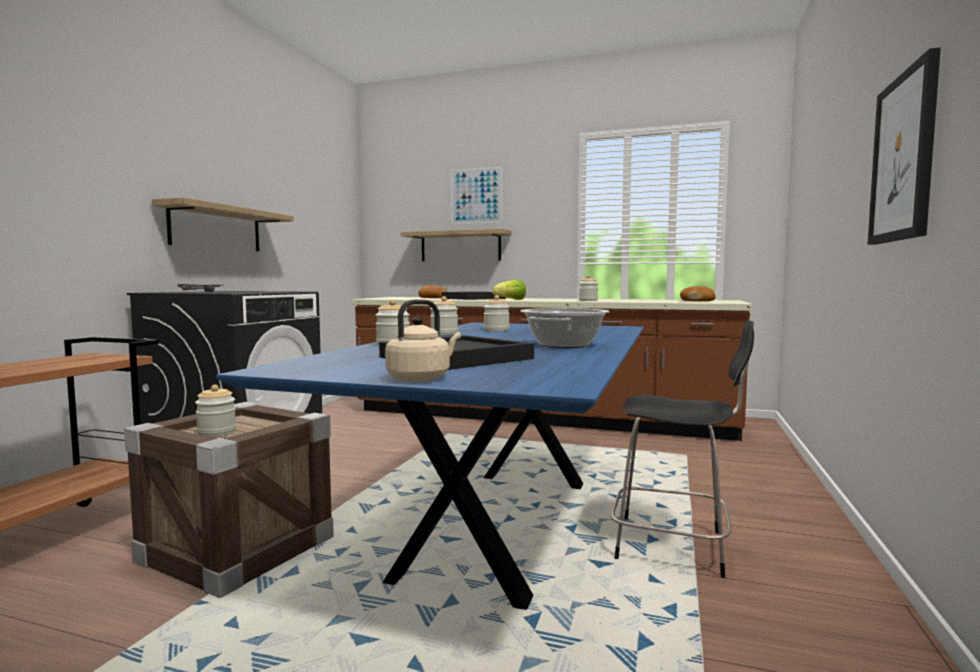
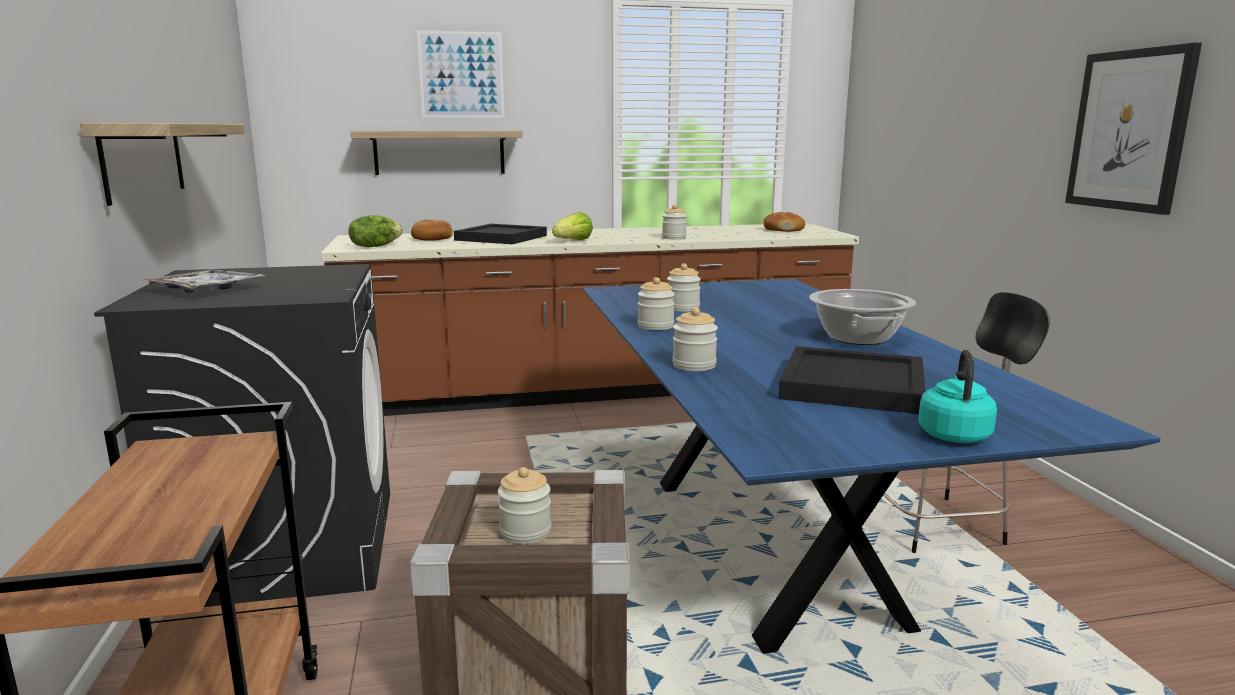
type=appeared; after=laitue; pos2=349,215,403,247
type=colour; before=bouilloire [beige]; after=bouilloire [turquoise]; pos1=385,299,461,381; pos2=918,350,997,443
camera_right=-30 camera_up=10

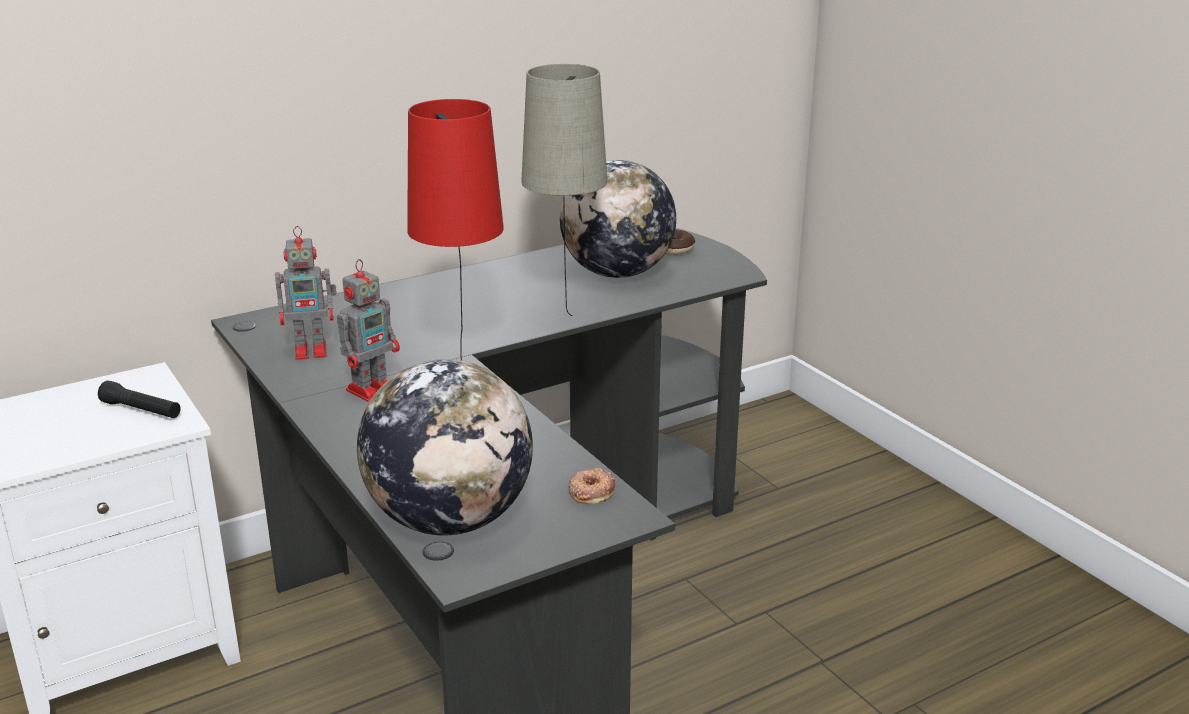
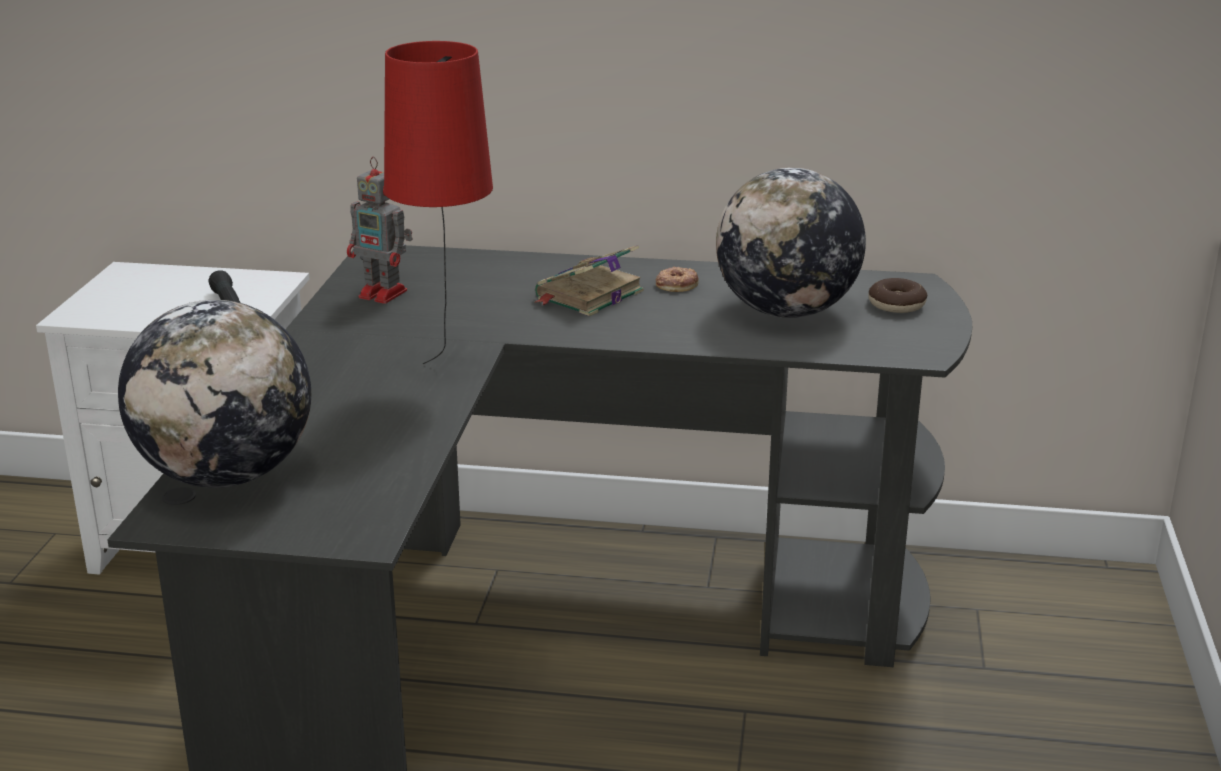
type=missing; before=robot jouet; pos1=337,259,400,402
type=missing; before=lampe de table [beige]; pos1=521,64,607,316
type=appeared; after=livre; pos2=534,245,644,316
type=relocated; before=beignet; pos1=568,468,615,504; pos2=655,266,699,292
camera_right=40 camera_up=0

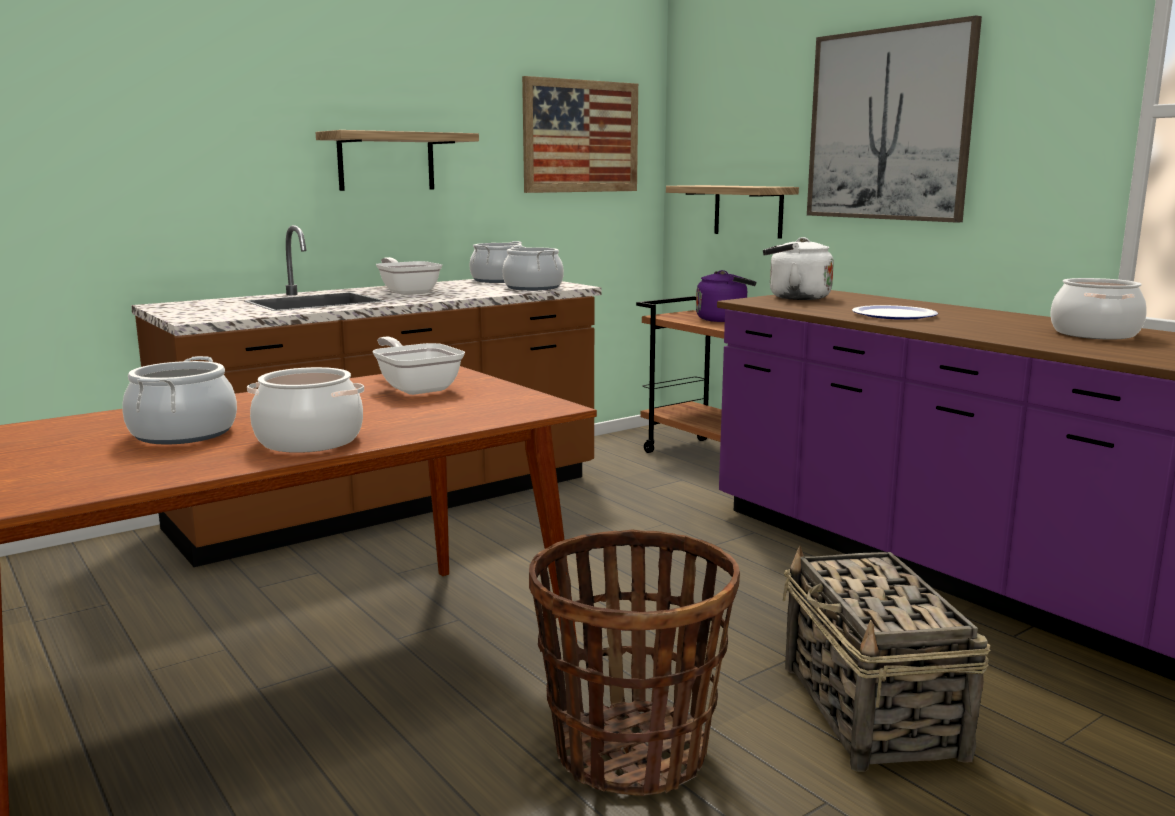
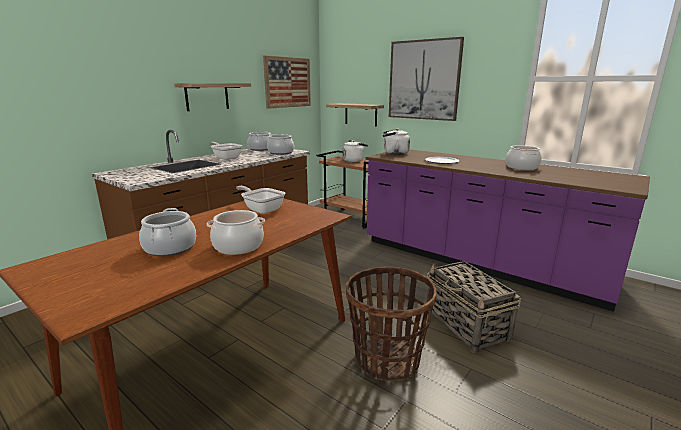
type=colour; before=bouilloire [violet]; after=bouilloire [blanc]; pos1=696,270,756,322; pos2=343,140,368,162
camera_right=-15 camera_up=5

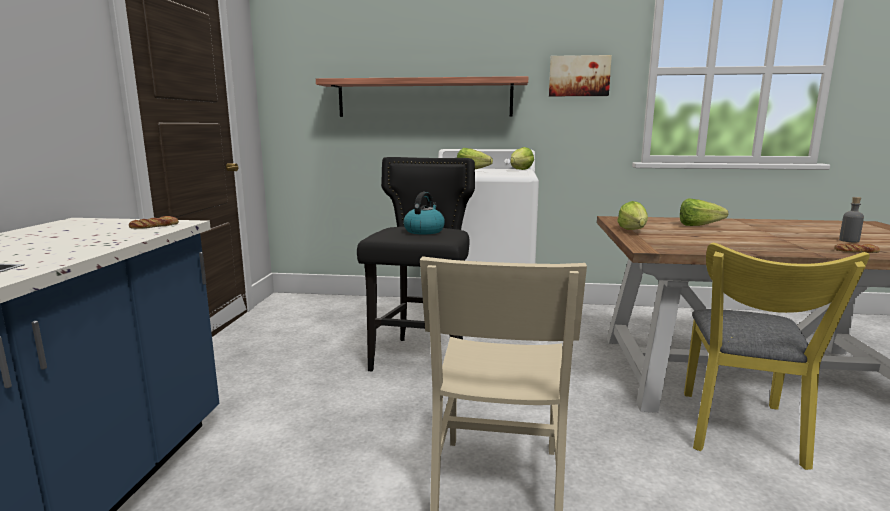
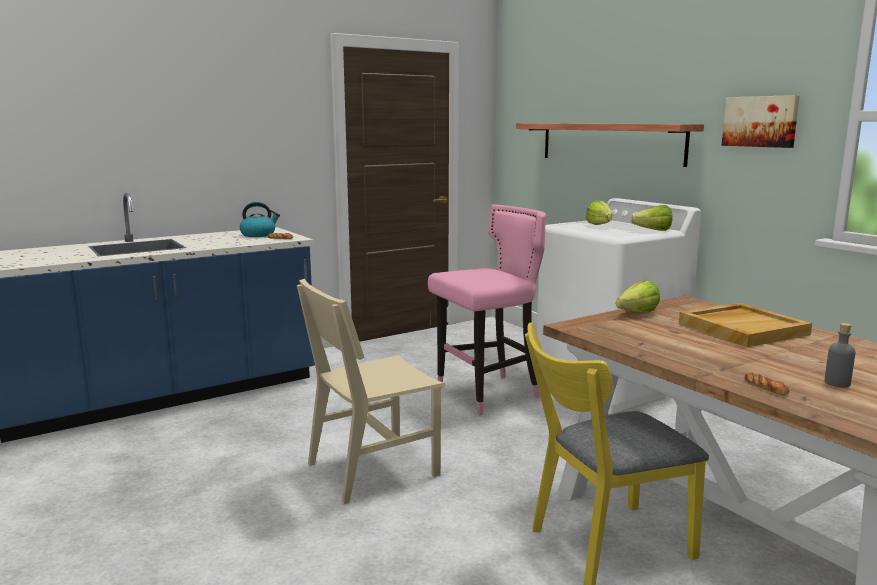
type=relocated; before=bouilloire; pos1=403,192,445,234; pos2=240,202,280,237
type=exchanged; before=laitue; after=plateau [beige]; pos1=680,199,728,226; pos2=679,303,812,347
type=colour; before=tabouret [noir]; after=tabouret [rose]; pos1=357,157,475,371; pos2=428,205,546,415
camera_right=50 camera_up=0

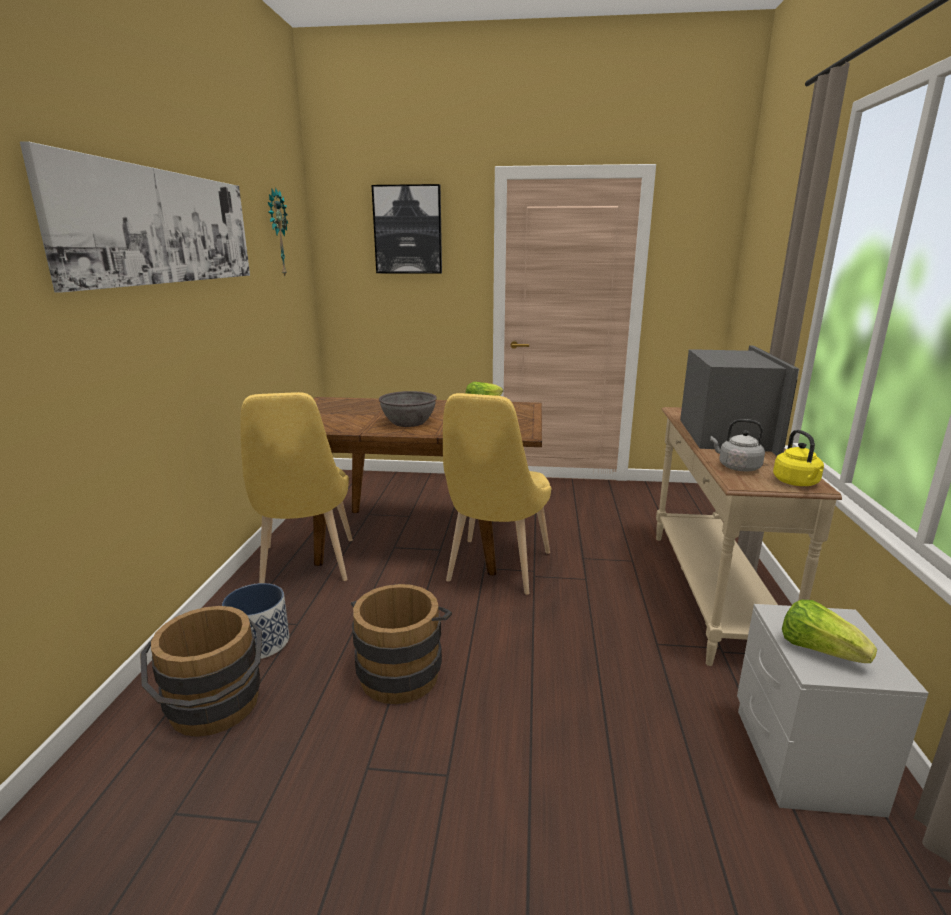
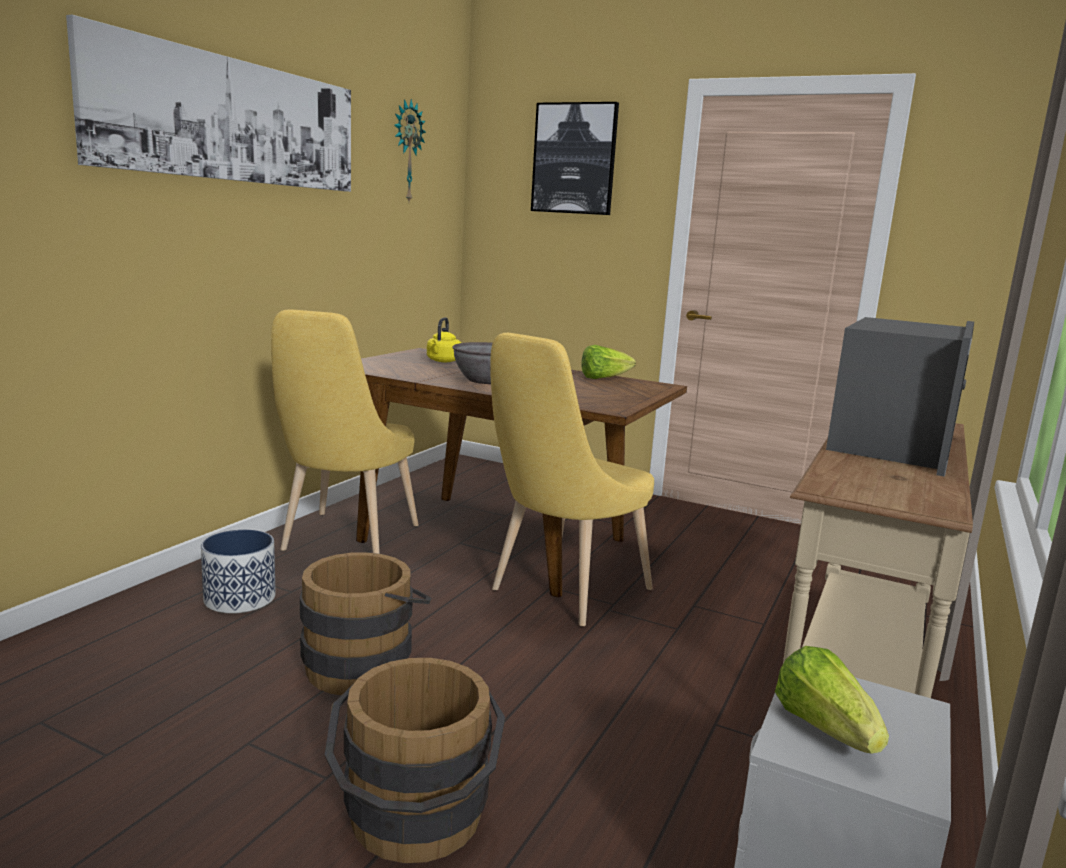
type=missing; before=bouilloire [gris]; pos1=710,419,765,471
type=relocated; before=seau [marron]; pos1=140,606,262,737; pos2=325,658,505,863
type=relocated; before=bouilloire [jaune]; pos1=773,430,824,486; pos2=427,317,461,362
camera_right=20 camera_up=-5

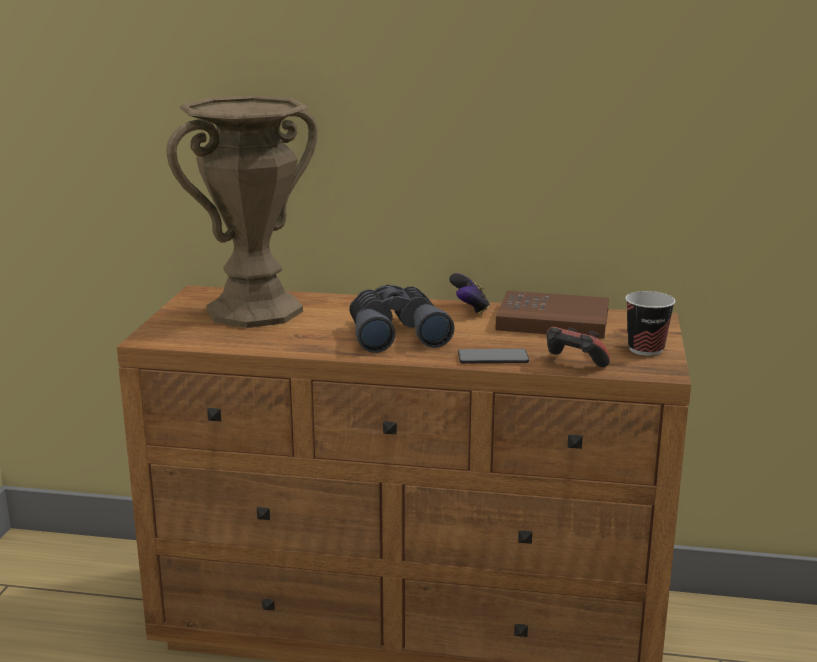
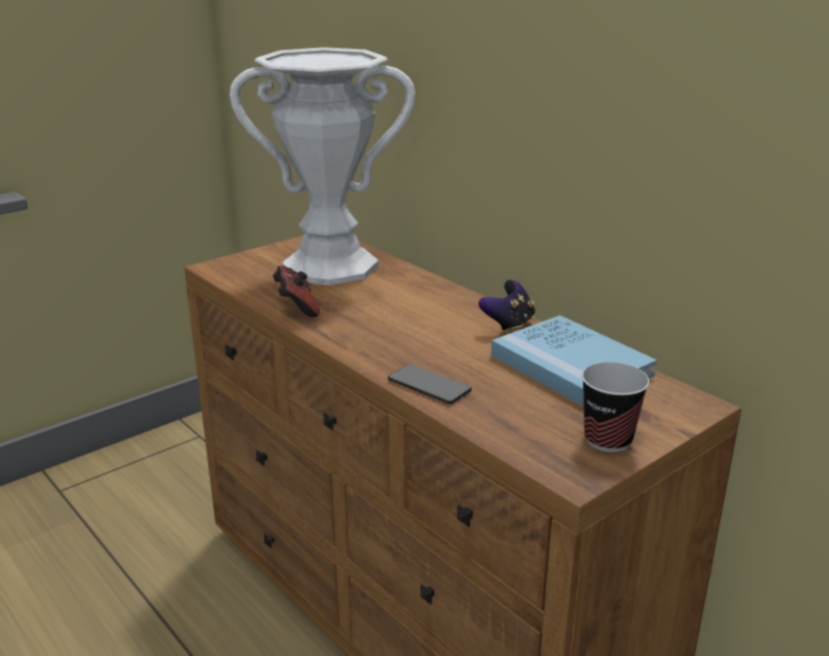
type=missing; before=jumelles [gris]; pos1=349,285,455,353
type=relocated; before=manette; pos1=547,327,610,367; pos2=273,266,320,317
type=colour; before=vase [marron]; after=vase [blanc]; pos1=166,96,318,328; pos2=230,47,415,286
type=colour; before=livre [marron]; after=livre [bleu]; pos1=495,291,609,339; pos2=491,315,657,407
camera_right=40 camera_up=5

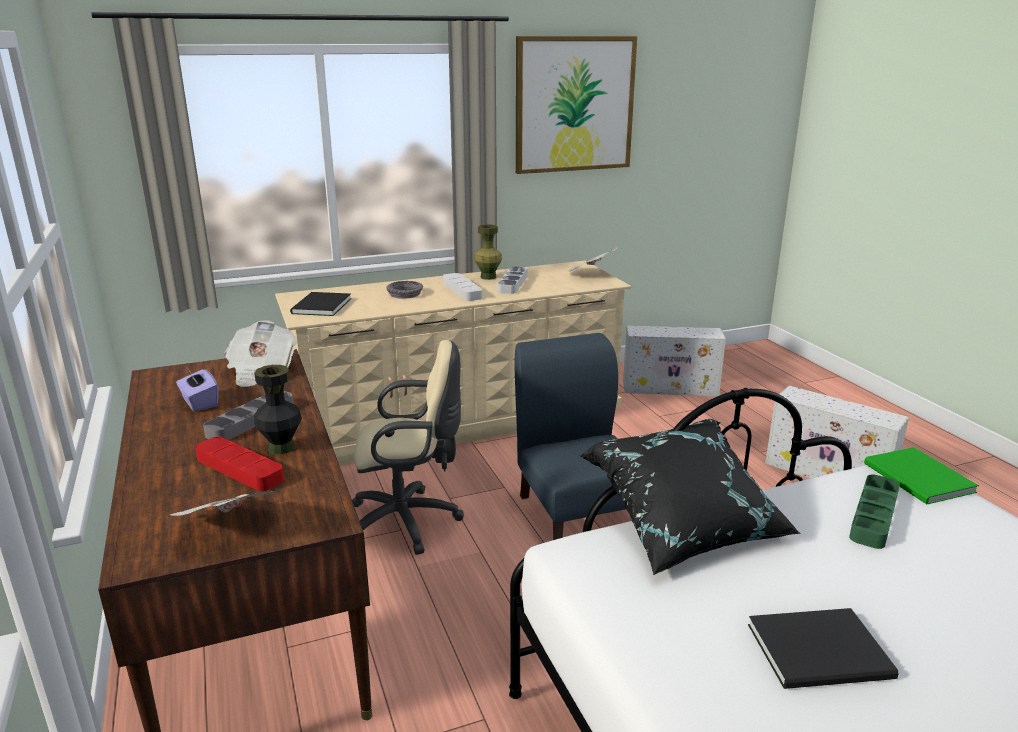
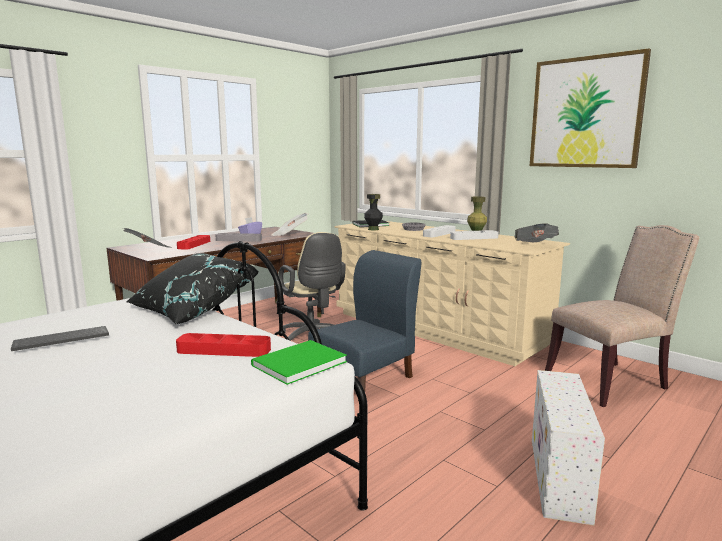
type=relocated; before=vase [noir]; pos1=254,365,302,454; pos2=364,194,383,230
type=exchanged; before=boîte de rangement [blanc]; after=chaise [beige]; pos1=623,326,726,396; pos2=545,225,699,407
type=exchanged; before=livre [noir]; after=clavier; pos1=748,608,899,689; pos2=11,326,109,351
type=colour; before=plateau [vert]; after=plateau [rouge]; pos1=849,474,900,549; pos2=176,333,271,357
camera_right=65 camera_up=-10

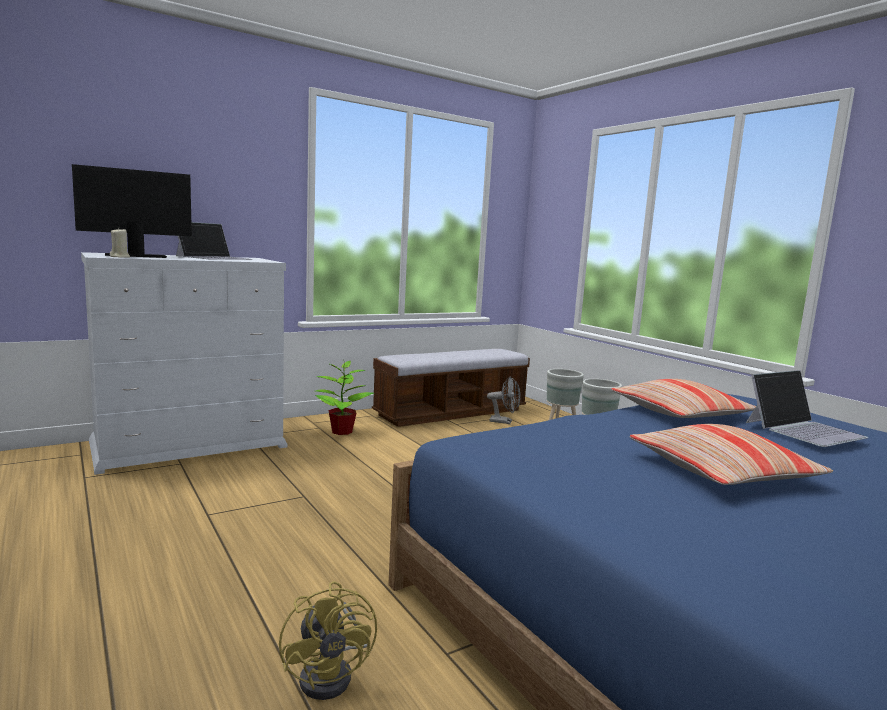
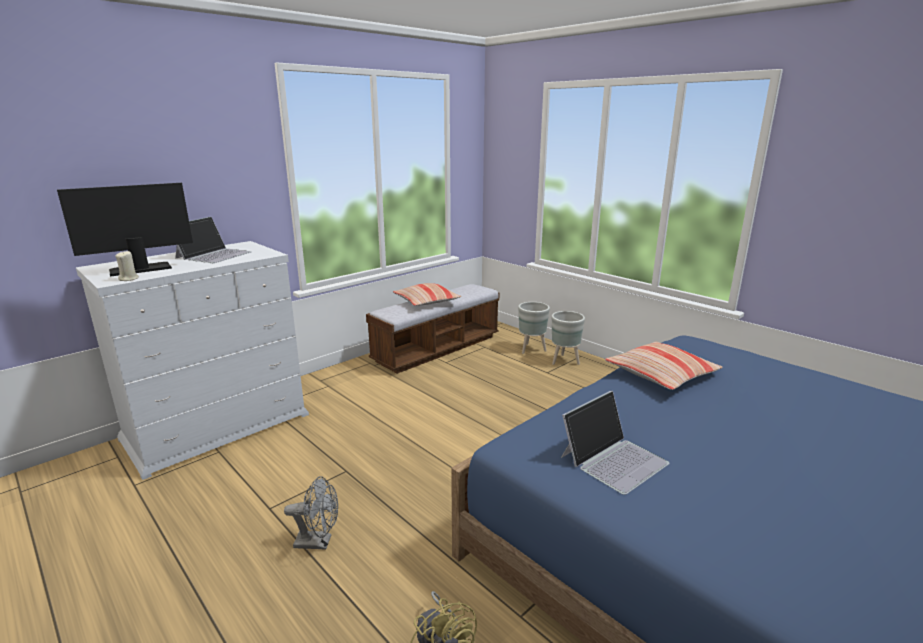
type=missing; before=plante en pot; pos1=315,359,374,435
type=relocated; before=ventilateur [gris]; pos1=487,377,521,424; pos2=284,476,338,550
type=relocated; before=coussin; pos1=630,424,833,485; pos2=393,283,461,306
type=relocated; before=ordinateur portable; pos1=746,370,868,447; pos2=561,391,670,495
camera_right=-10 camera_up=10

